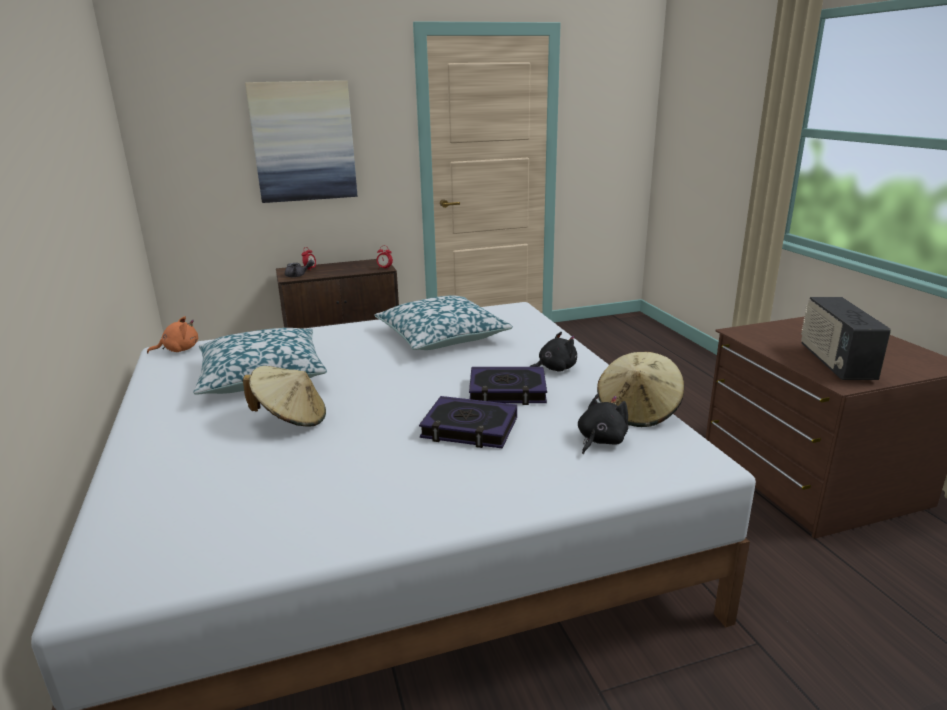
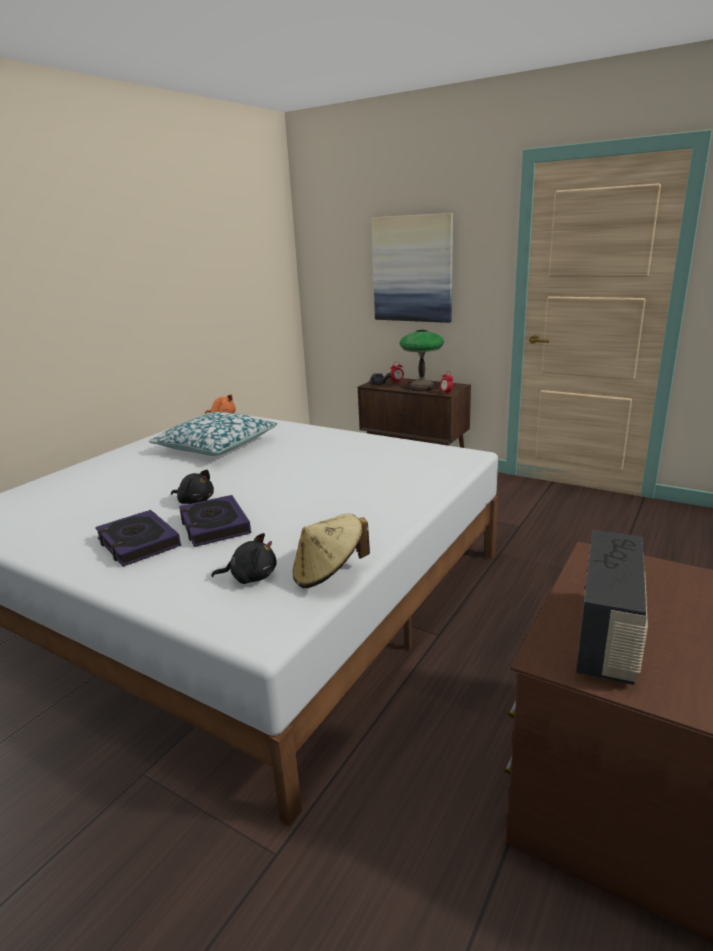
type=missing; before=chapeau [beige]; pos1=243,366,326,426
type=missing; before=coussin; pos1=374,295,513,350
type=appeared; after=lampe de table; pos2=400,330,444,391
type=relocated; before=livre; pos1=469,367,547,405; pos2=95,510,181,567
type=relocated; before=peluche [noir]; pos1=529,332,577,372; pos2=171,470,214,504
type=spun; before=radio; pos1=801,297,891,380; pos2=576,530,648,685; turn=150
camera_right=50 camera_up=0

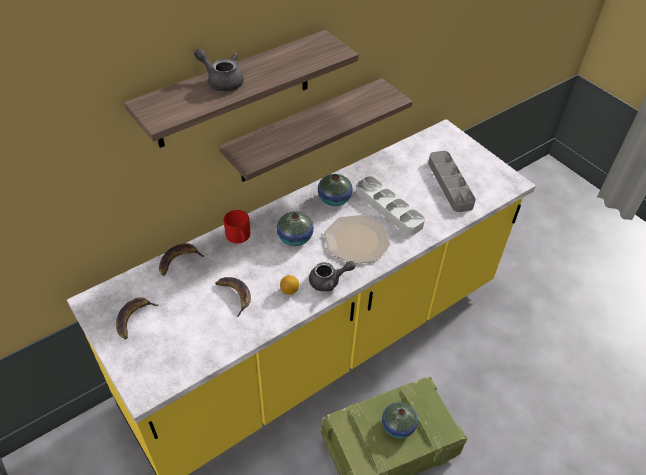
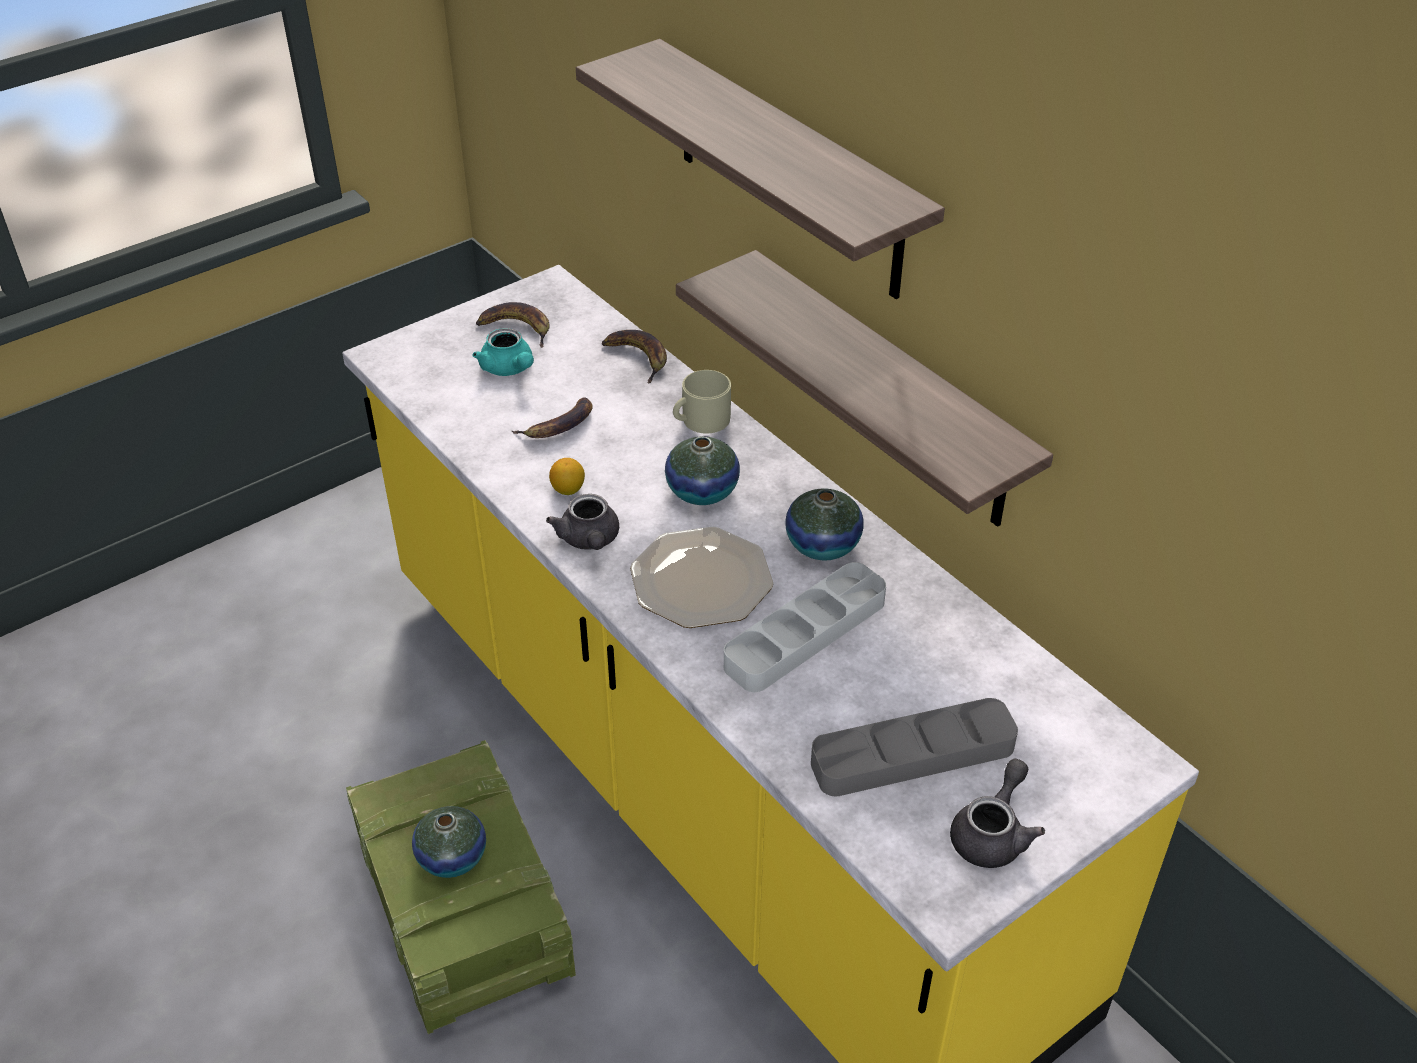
type=appeared; after=théière [turquoise]; pos2=472,328,534,376
type=relocated; before=théière [gris]; pos1=194,48,244,91; pos2=950,759,1045,868
type=colour; before=mug [rouge]; after=mug [beige]; pos1=224,210,250,243; pos2=673,370,731,434
camera_right=90 camera_up=-5

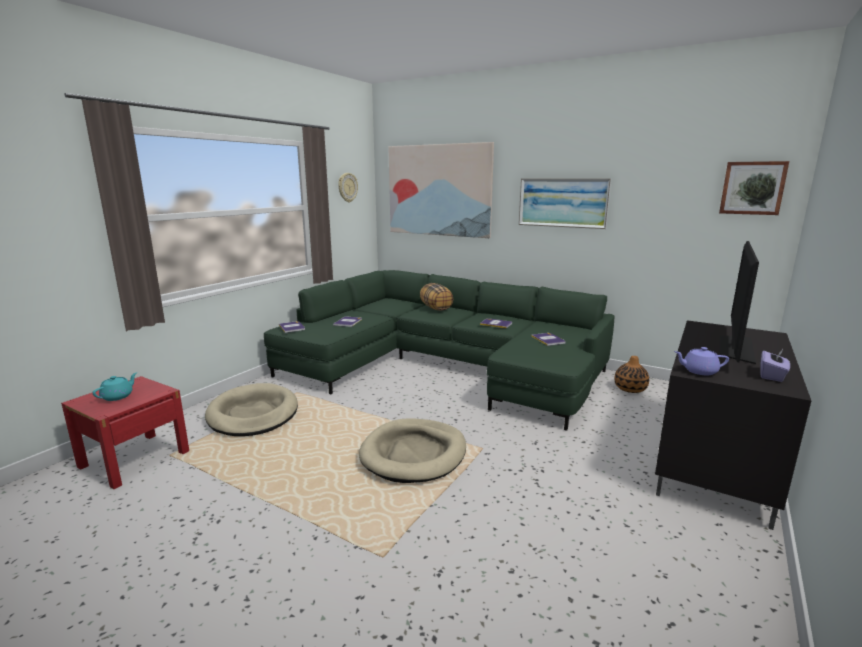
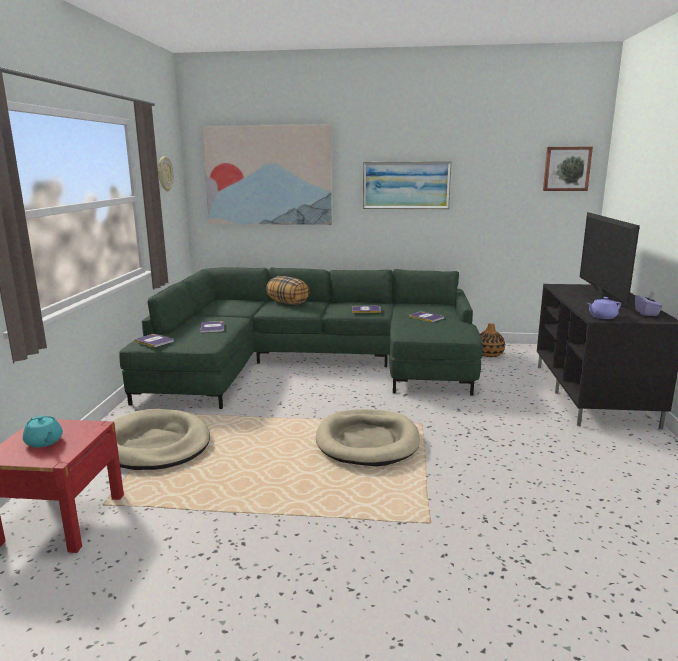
type=spun; before=théière [turquoise]; pos1=92,373,137,401; pos2=23,415,63,448; turn=135
camera_right=-25 camera_up=0

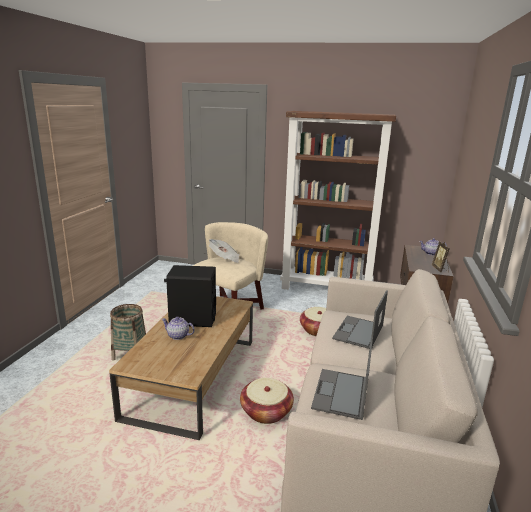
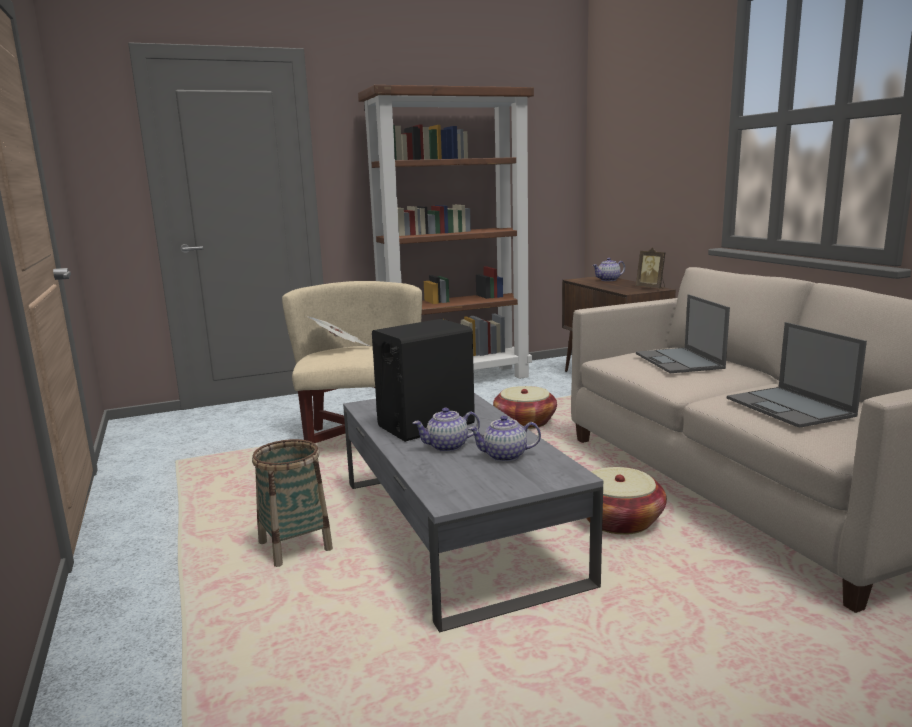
type=appeared; after=théière; pos2=468,415,541,462
type=colour; before=table basse [marron]; after=table basse [gris]; pos1=109,296,253,440; pos2=343,393,603,633
camera_right=-35 camera_up=-5

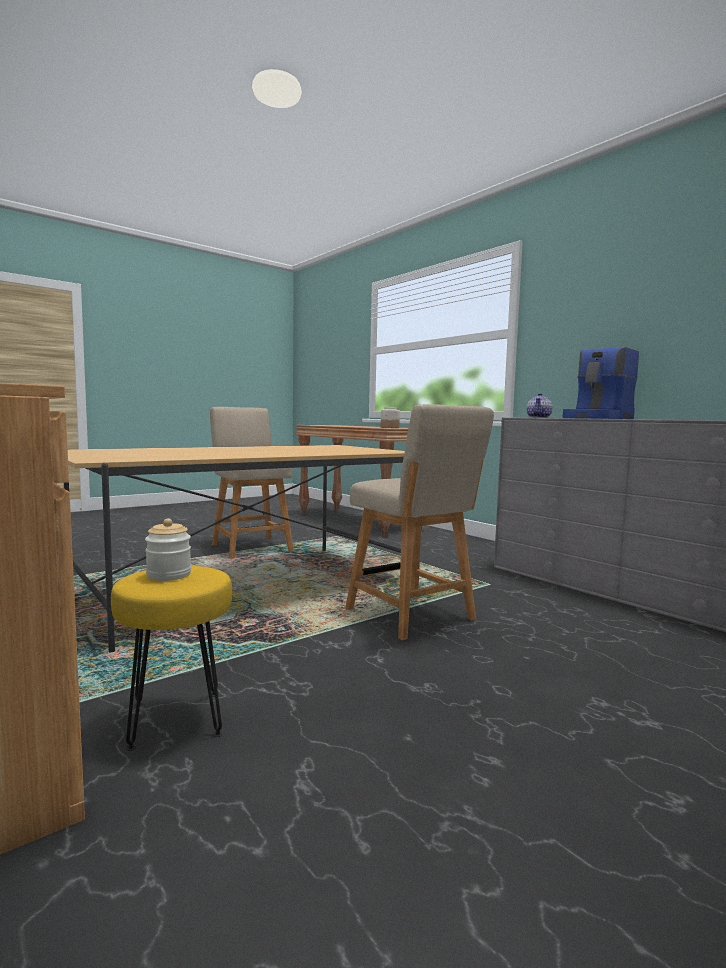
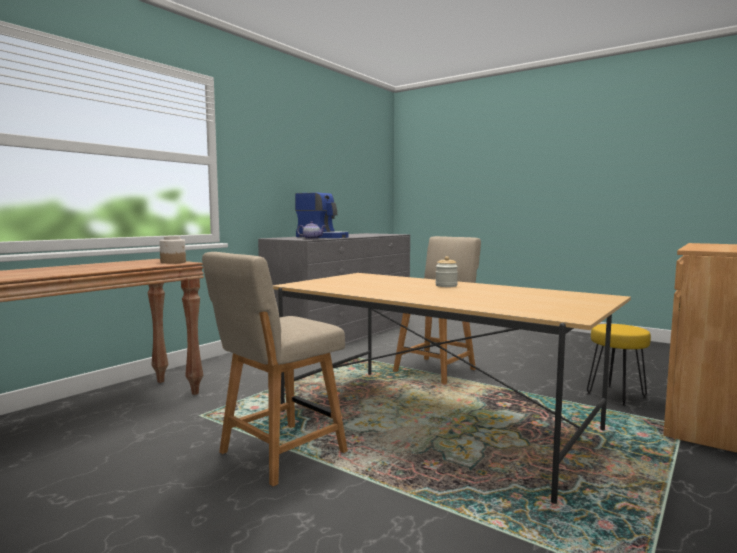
type=relocated; before=bocal; pos1=145,518,191,581; pos2=436,256,458,287
camera_right=-105 camera_up=0

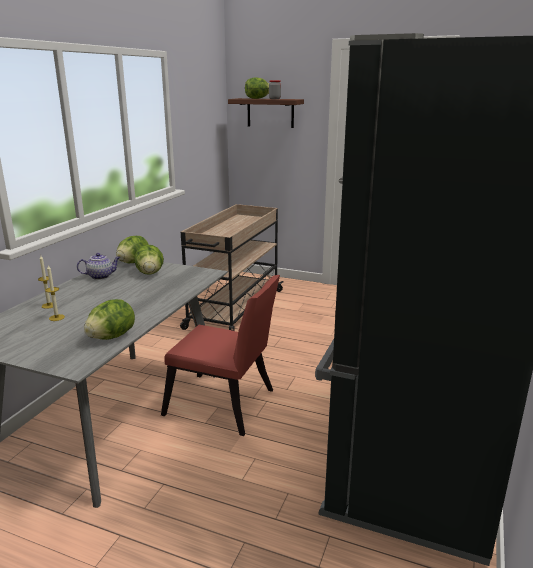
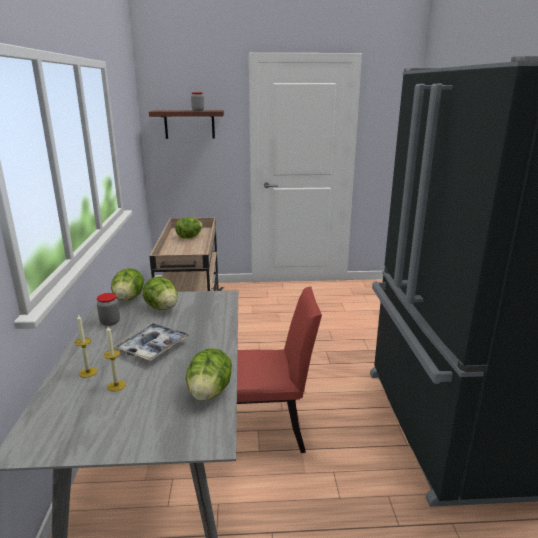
type=appeared; after=plateau; pos2=113,323,190,361
type=relocated; before=laitue; pos1=245,77,269,99; pos2=175,217,203,239
type=exchanged; before=théière; after=bocal; pos1=77,253,120,280; pos2=97,293,120,326
camera_right=-25 camera_up=0

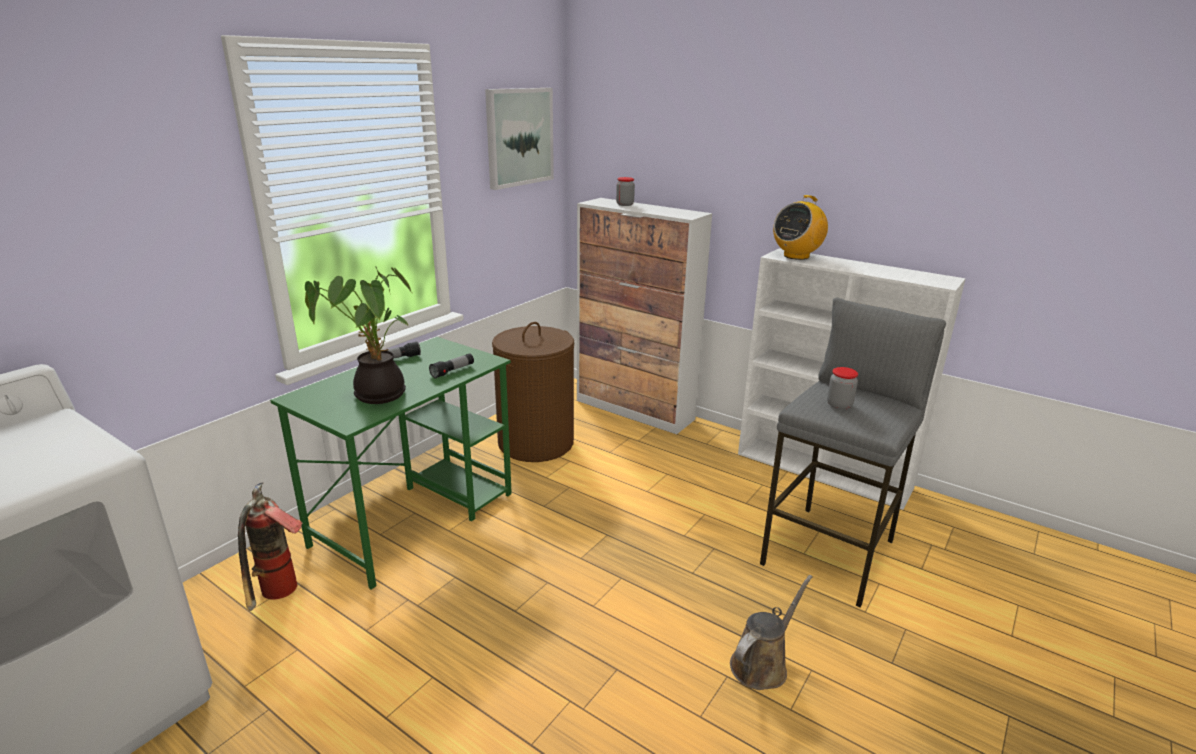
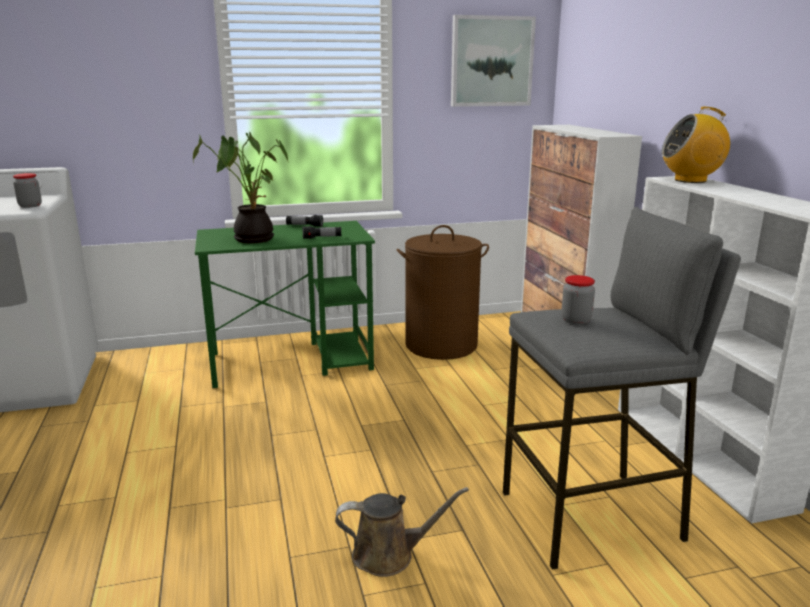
type=missing; before=extincteur; pos1=238,482,302,611
type=relocated; before=bocal; pos1=616,177,635,206; pos2=13,173,42,208
camera_right=40 camera_up=-5

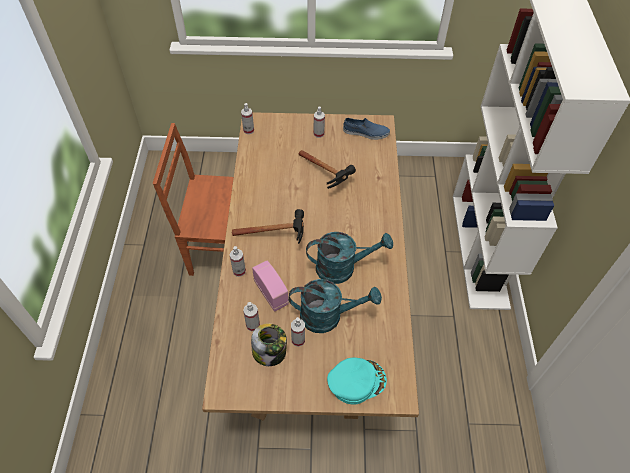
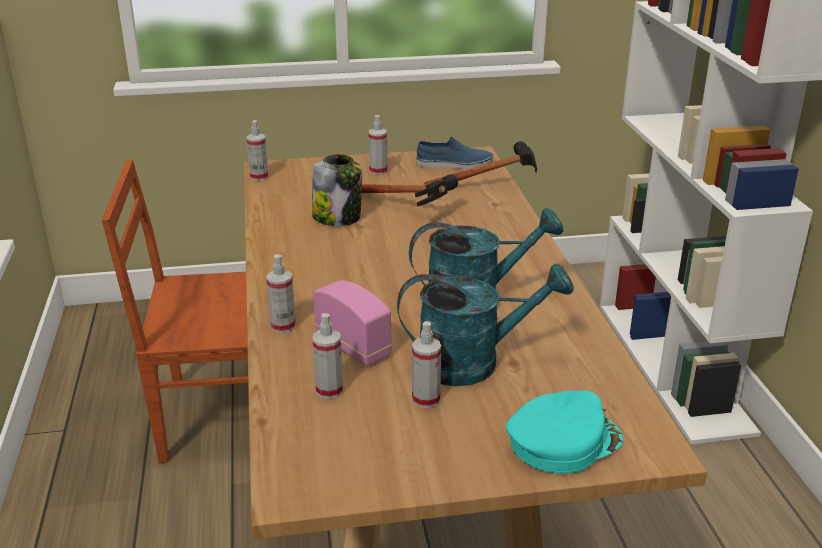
type=relocated; before=marteau; pos1=232,209,304,244; pos2=424,141,537,185
type=relocated; before=bocal; pos1=251,324,287,366; pos2=312,154,362,226
camera_right=-10 camera_up=-25

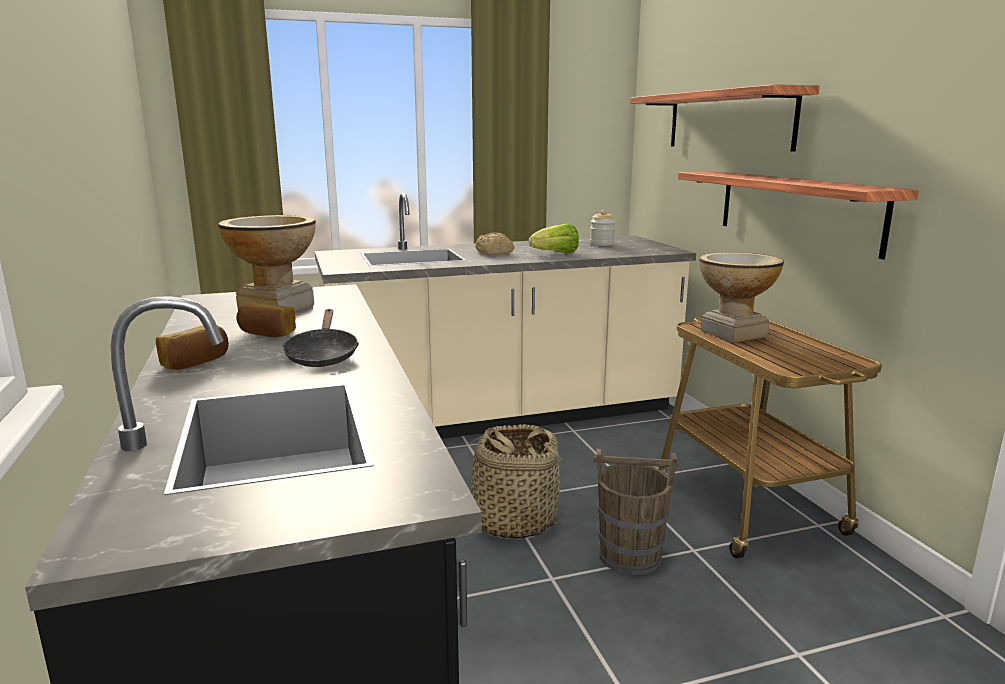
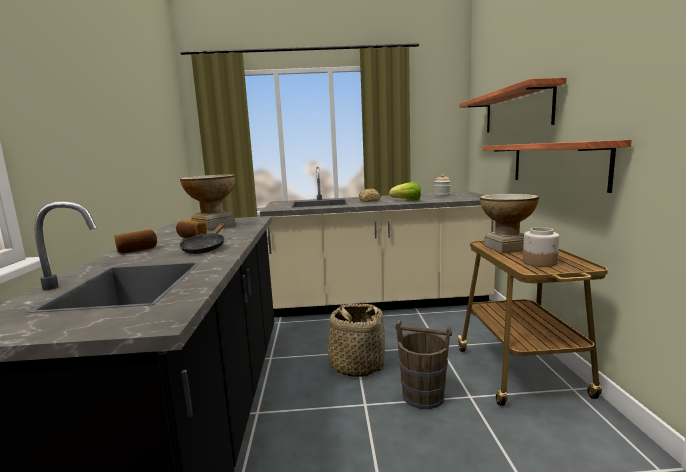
type=appeared; after=bocal; pos2=523,227,559,267
camera_right=15 camera_up=-5

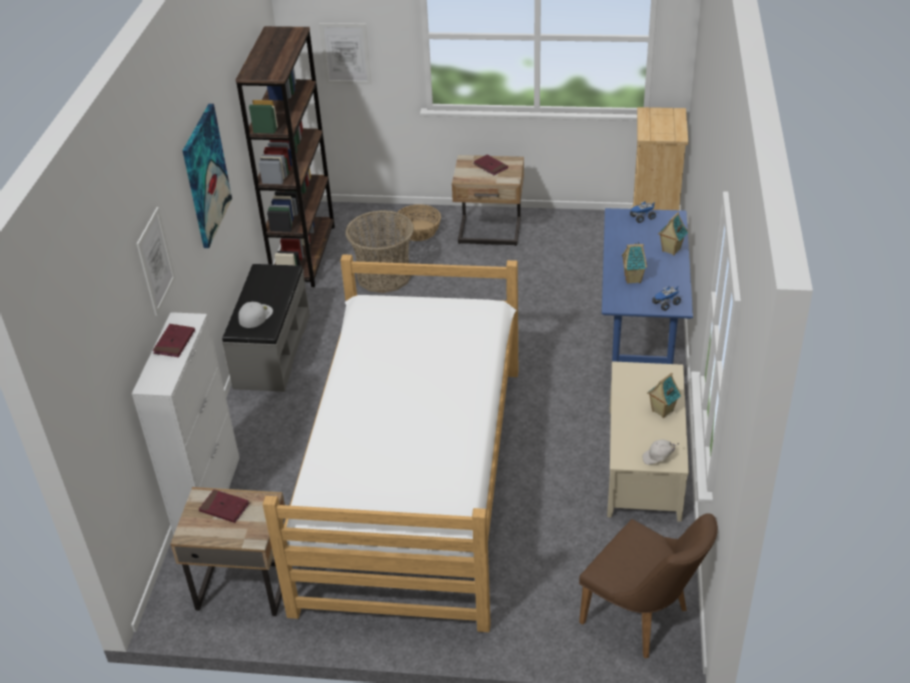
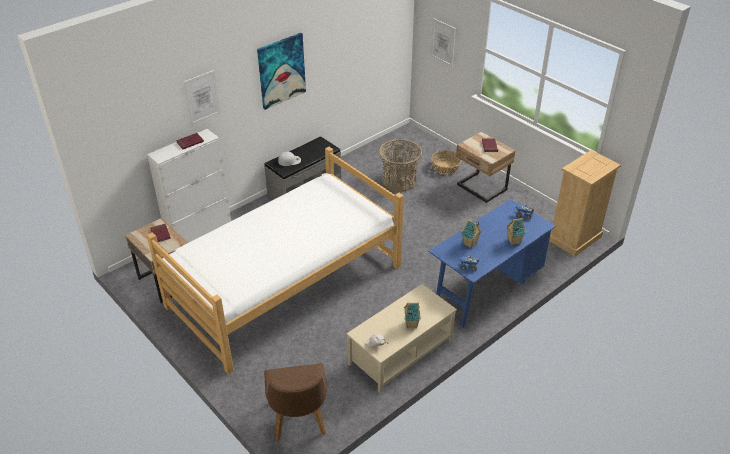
type=missing; before=bibliothèque [marron]; pos1=236,26,335,287
camera_right=40 camera_up=0

